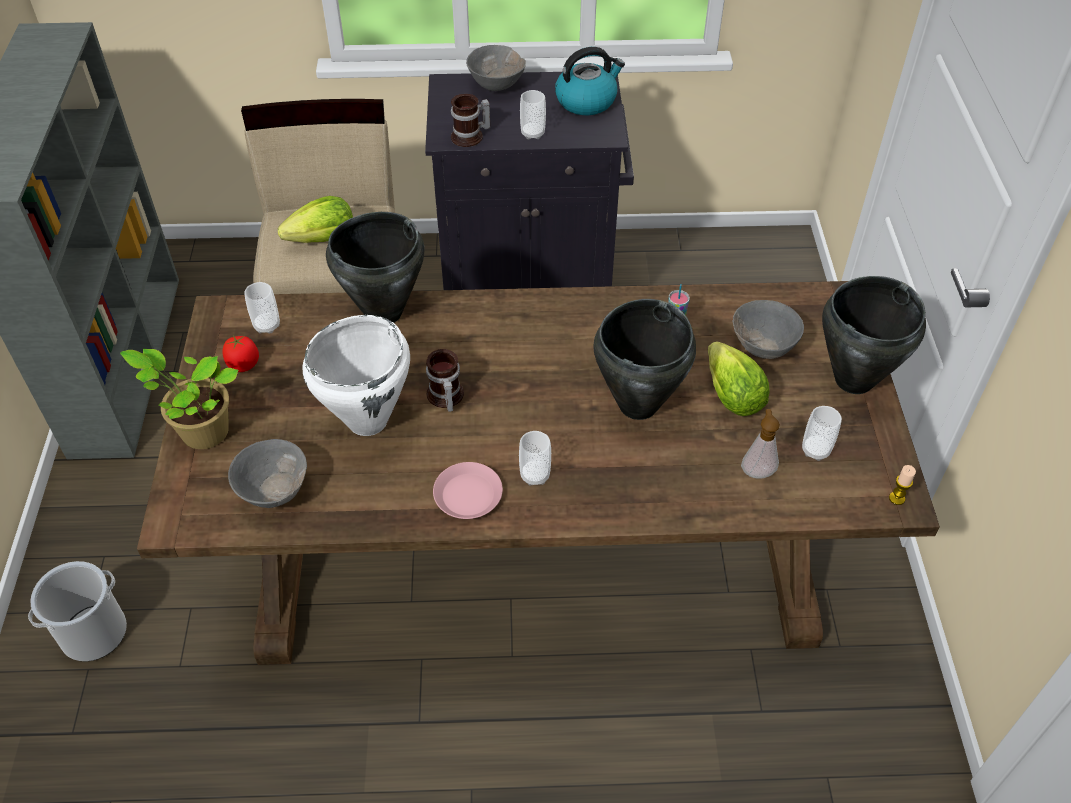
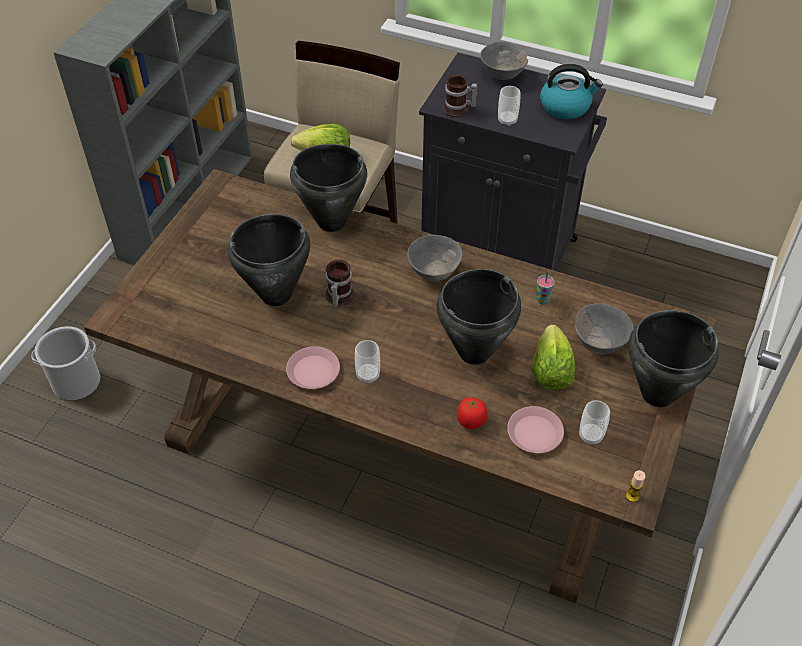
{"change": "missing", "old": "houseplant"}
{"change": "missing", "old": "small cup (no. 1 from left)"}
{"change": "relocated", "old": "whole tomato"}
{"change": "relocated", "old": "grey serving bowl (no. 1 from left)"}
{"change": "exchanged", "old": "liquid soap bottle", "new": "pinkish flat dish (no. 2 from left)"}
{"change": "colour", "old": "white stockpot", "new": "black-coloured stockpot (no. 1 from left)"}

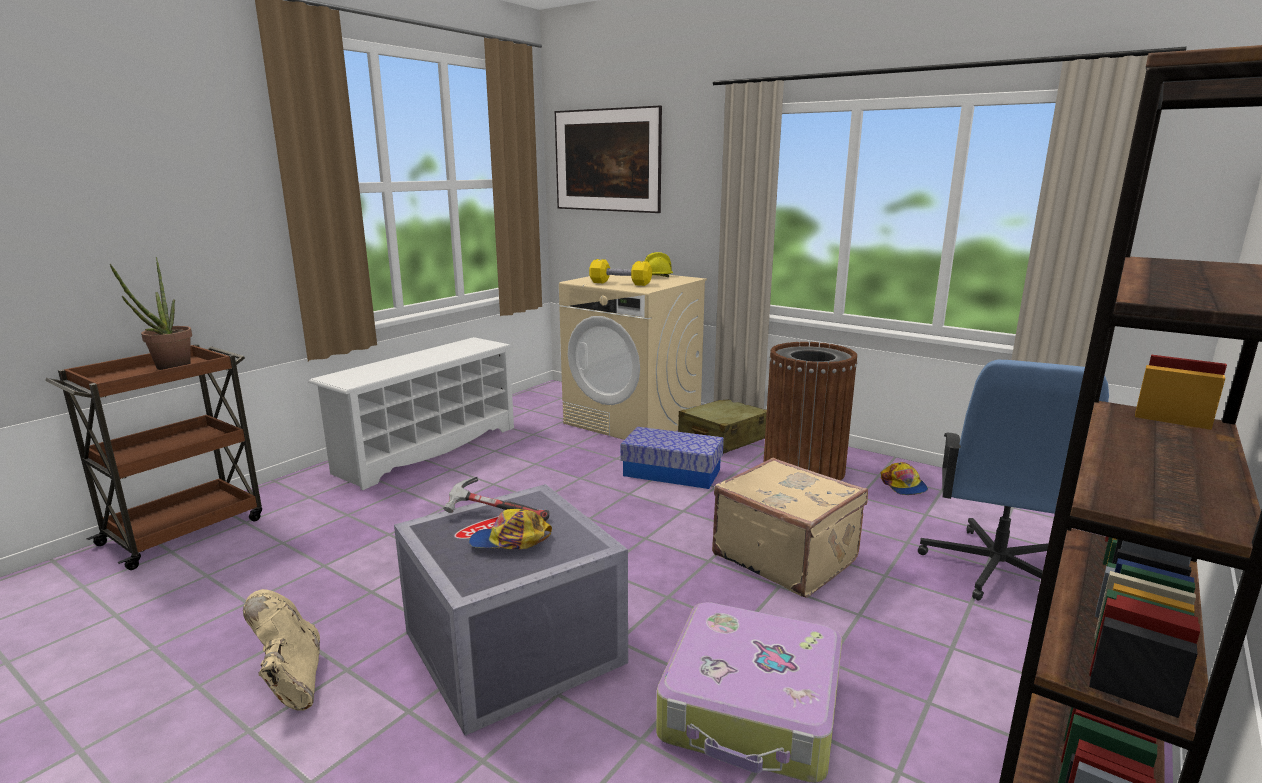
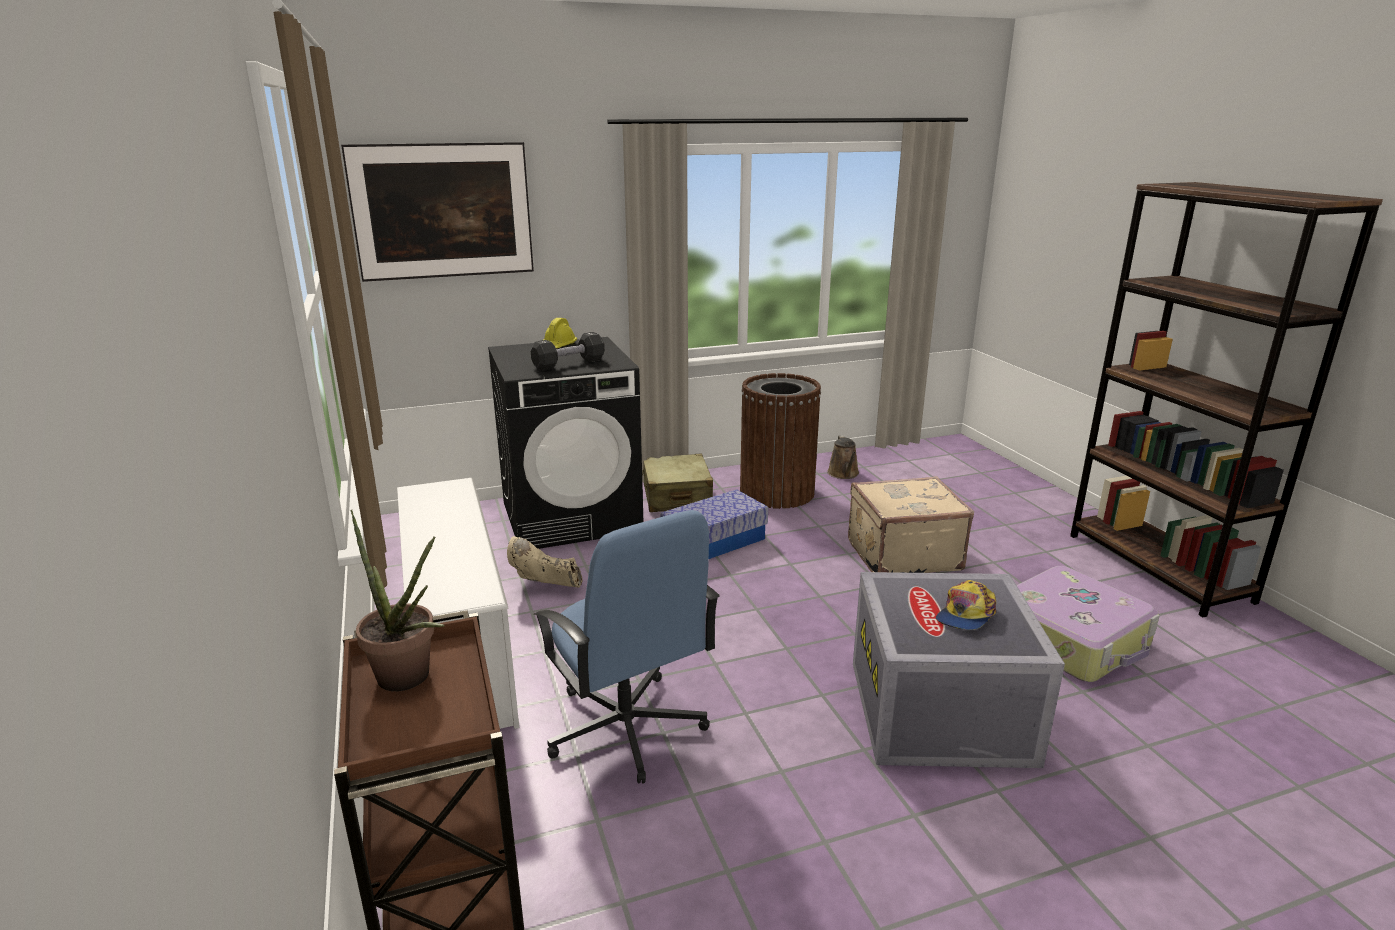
{"change": "missing", "old": "tool hammer"}
{"change": "relocated", "old": "beige boot"}
{"change": "relocated", "old": "blue computer chair"}
{"change": "exchanged", "old": "peaked cap (no. 2 from left)", "new": "brown watering pot"}
{"change": "colour", "old": "beige washing machine", "new": "black-coloured washing machine"}
{"change": "colour", "old": "yellow free weight", "new": "black-coloured free weight"}

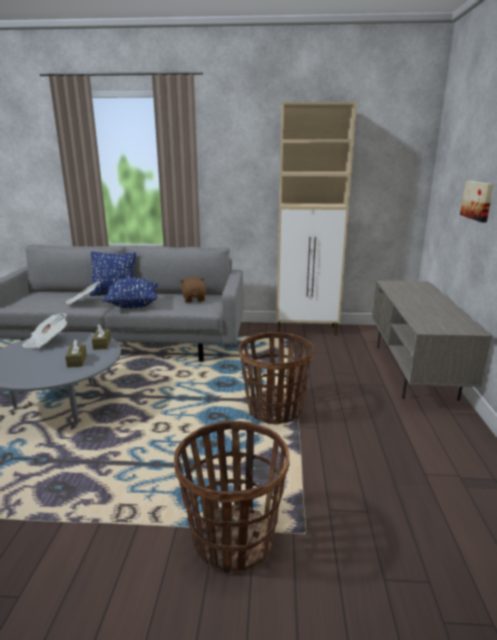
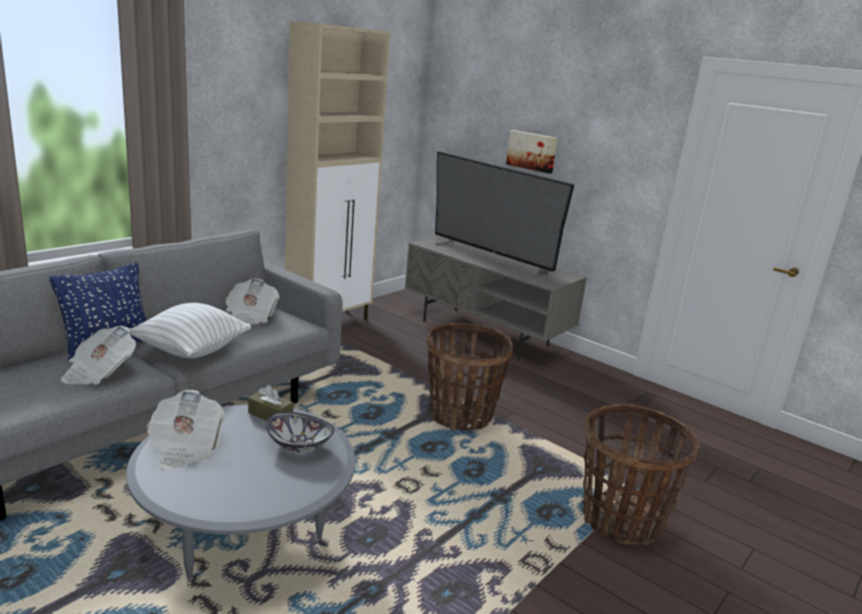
{"change": "appeared", "new": "TV"}
{"change": "exchanged", "old": "brown tissue box (no. 1 from left)", "new": "serving bowl"}
{"change": "exchanged", "old": "brown plush toy", "new": "newspaper (no. 3 from left)"}
{"change": "colour", "old": "blue throw pillow (no. 2 from left)", "new": "white throw pillow"}

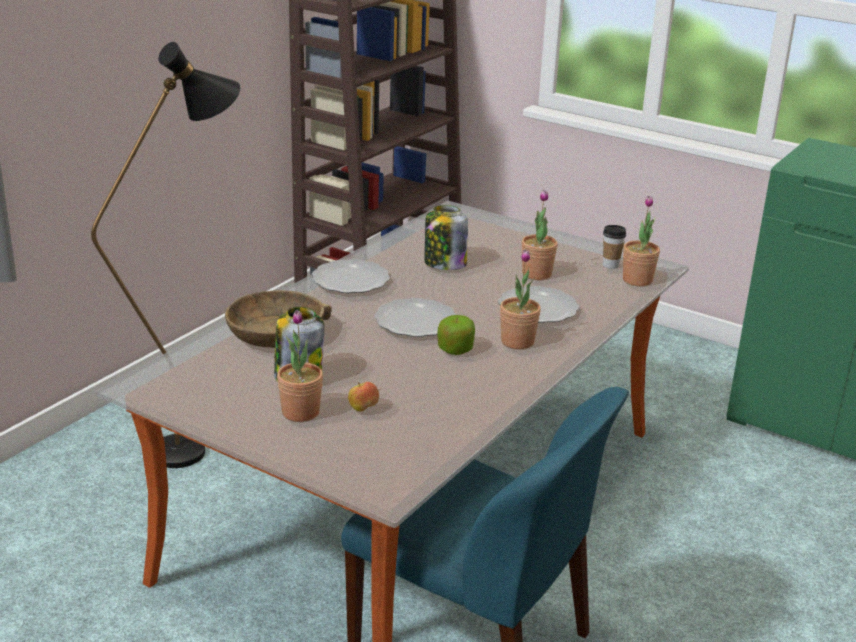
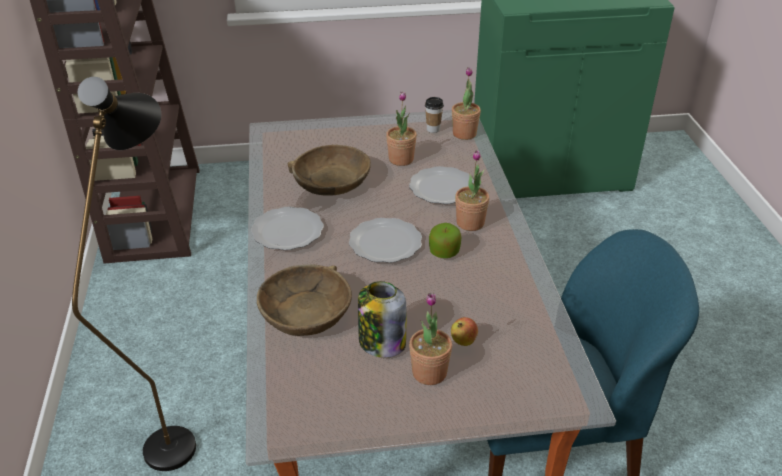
{"change": "exchanged", "old": "jar (no. 2 from left)", "new": "brown serving bowl (no. 2 from left)"}

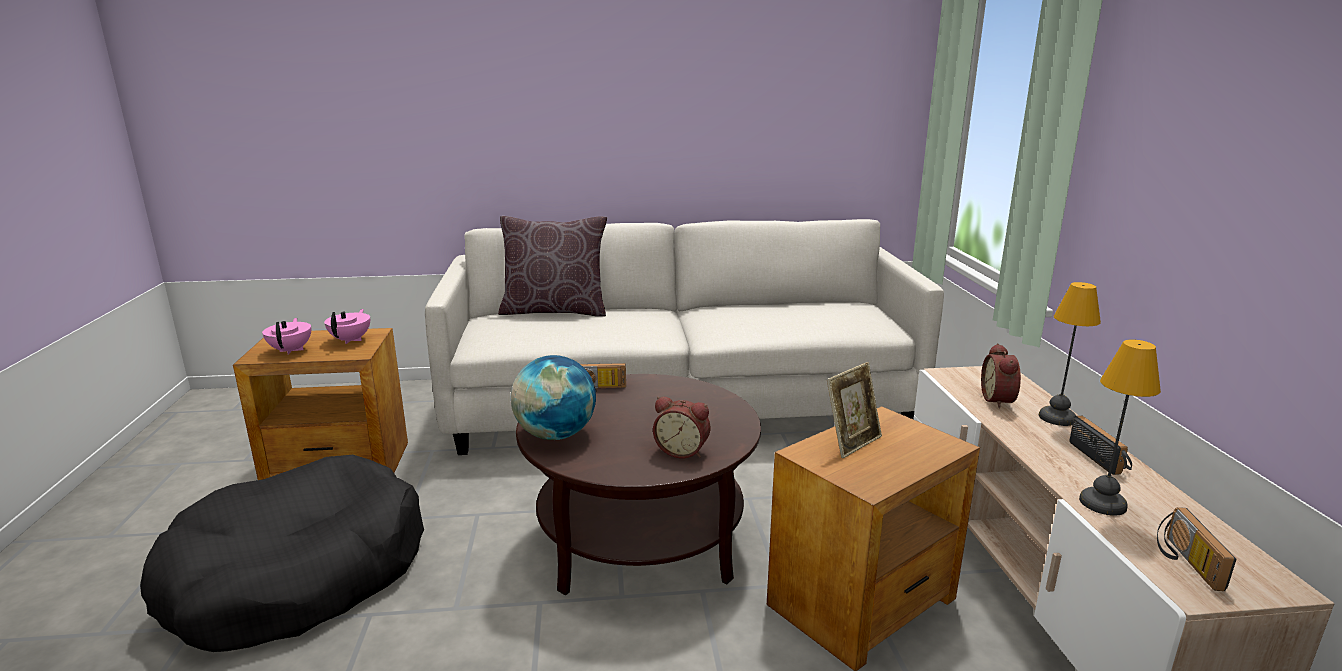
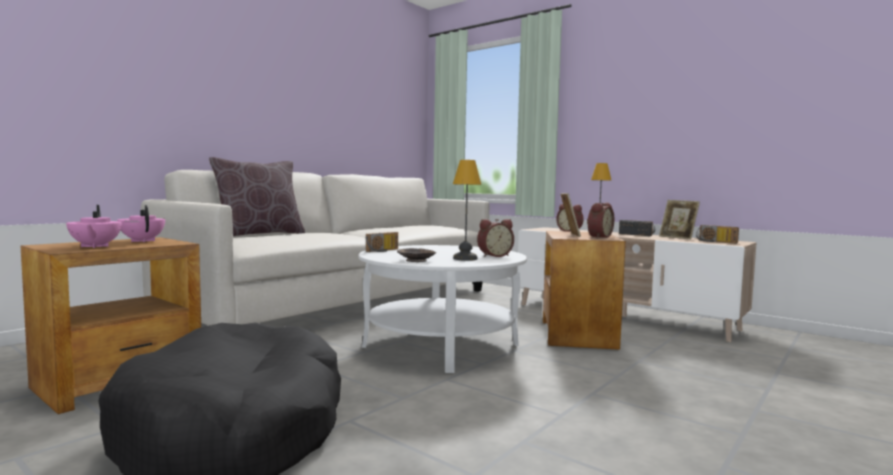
{"change": "appeared", "new": "table clock (no. 3 from left)"}
{"change": "appeared", "new": "standing frame (no. 2 from left)"}
{"change": "relocated", "old": "lamp for a table (no. 2 from left in the first image)", "new": "lamp for a table (no. 1 from left)"}
{"change": "exchanged", "old": "globe", "new": "brown serving bowl"}
{"change": "colour", "old": "brown coffee table", "new": "white coffee table"}
{"change": "spun", "old": "pinkish pot for tea (no. 1 from left)", "degrees": -150}

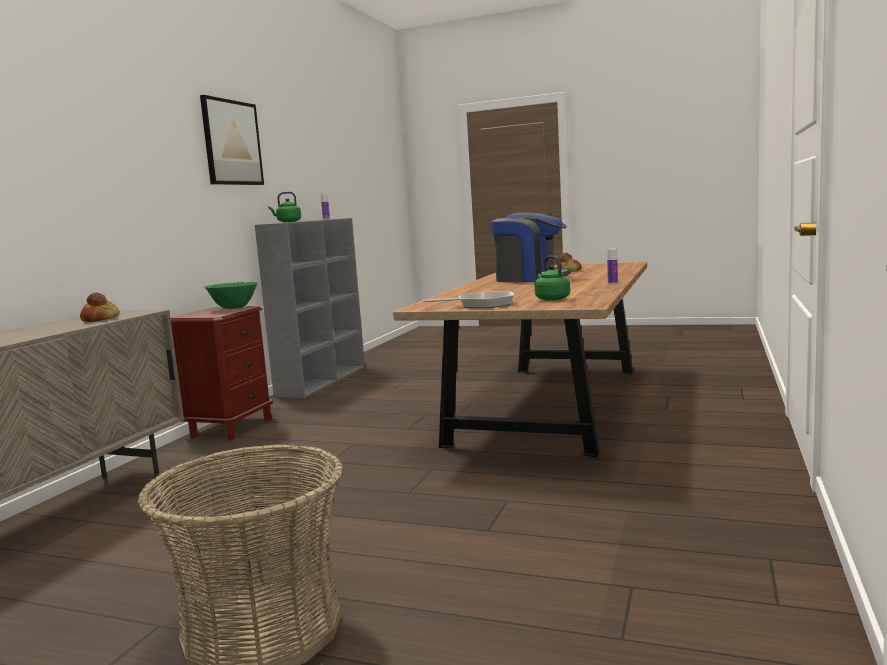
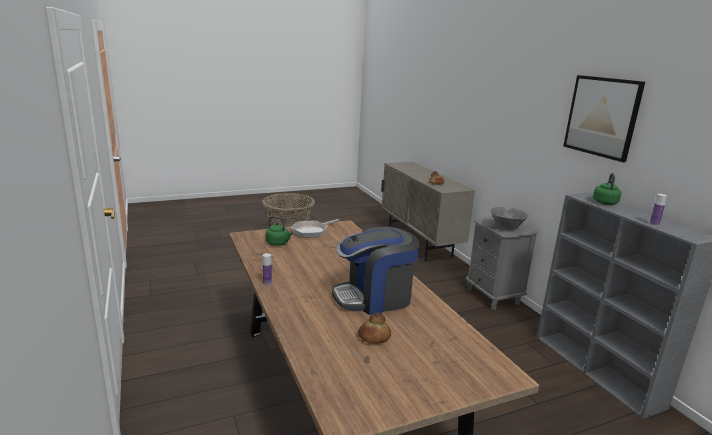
{"change": "colour", "old": "brown bedside table", "new": "grey bedside table"}
{"change": "colour", "old": "green-coloured serving bowl", "new": "grey serving bowl"}

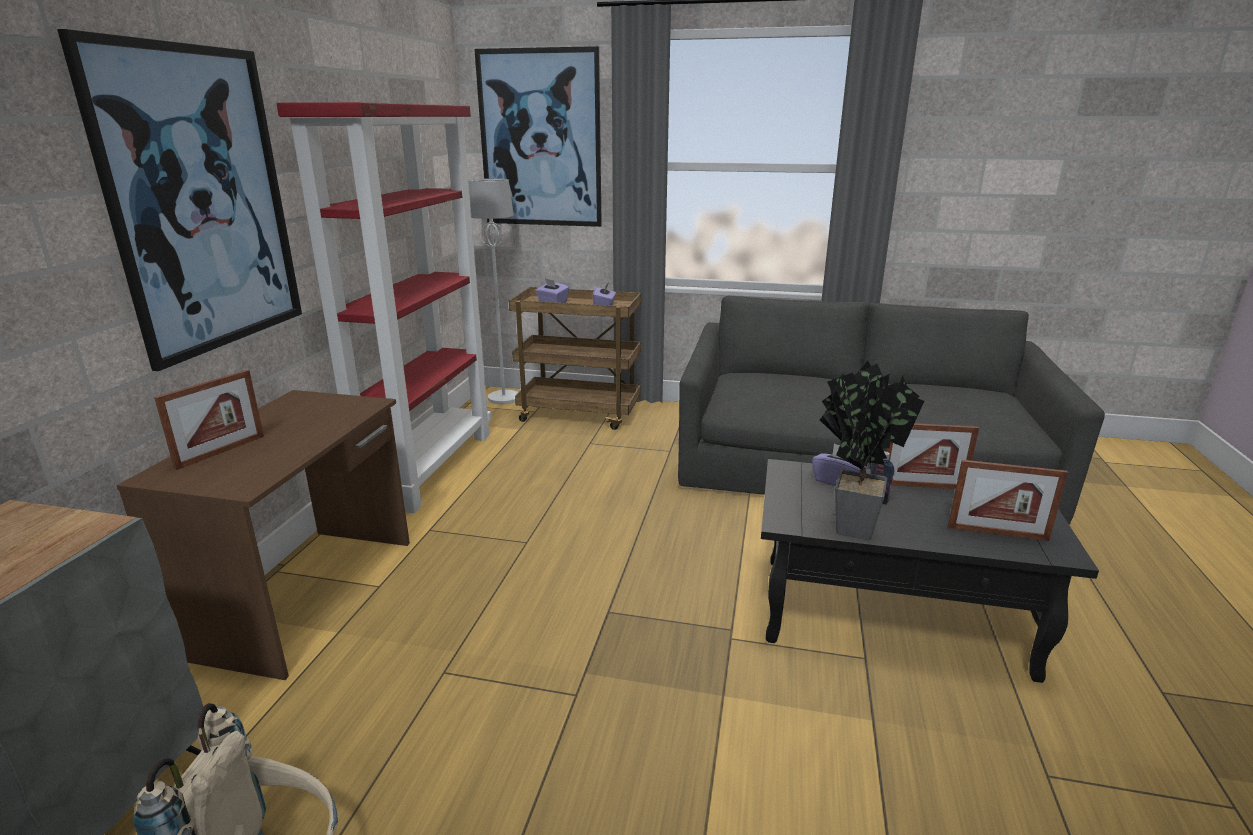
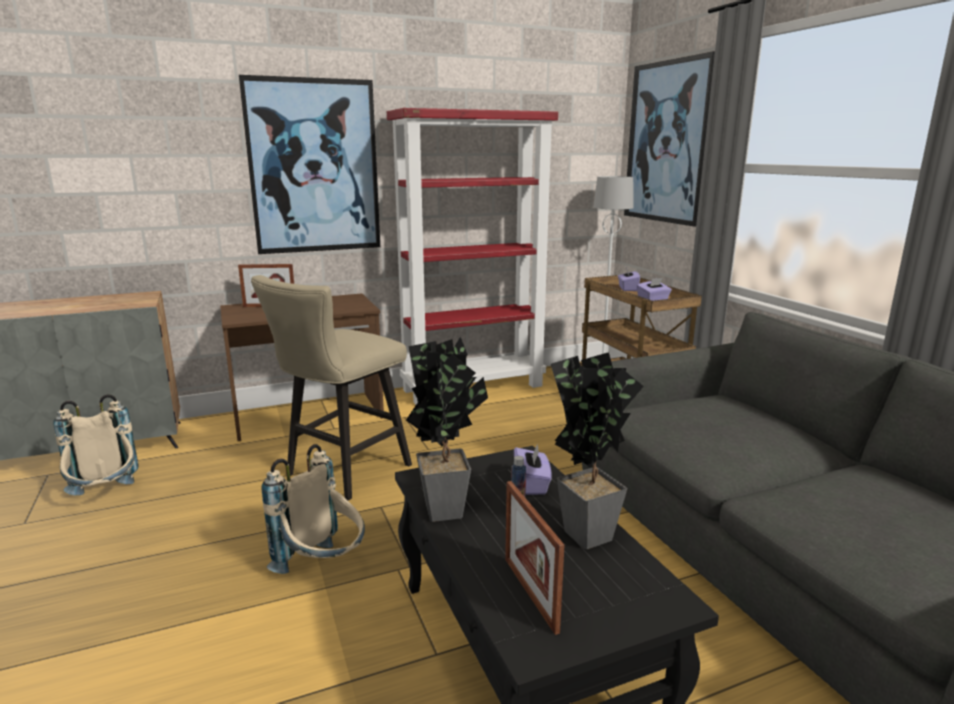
{"change": "appeared", "new": "beige stool seat"}
{"change": "appeared", "new": "beige rucksack (no. 2 from left)"}
{"change": "exchanged", "old": "standing frame (no. 2 from left)", "new": "houseplant (no. 2 from left)"}

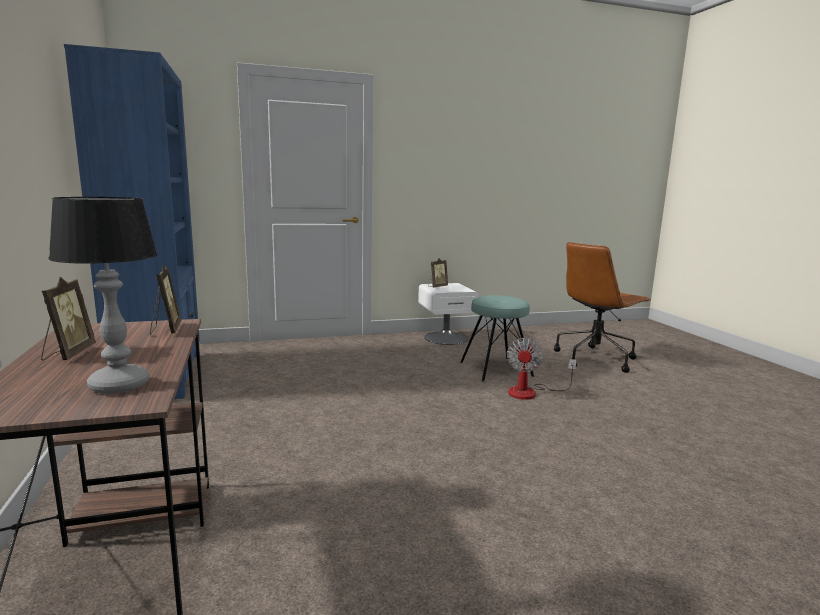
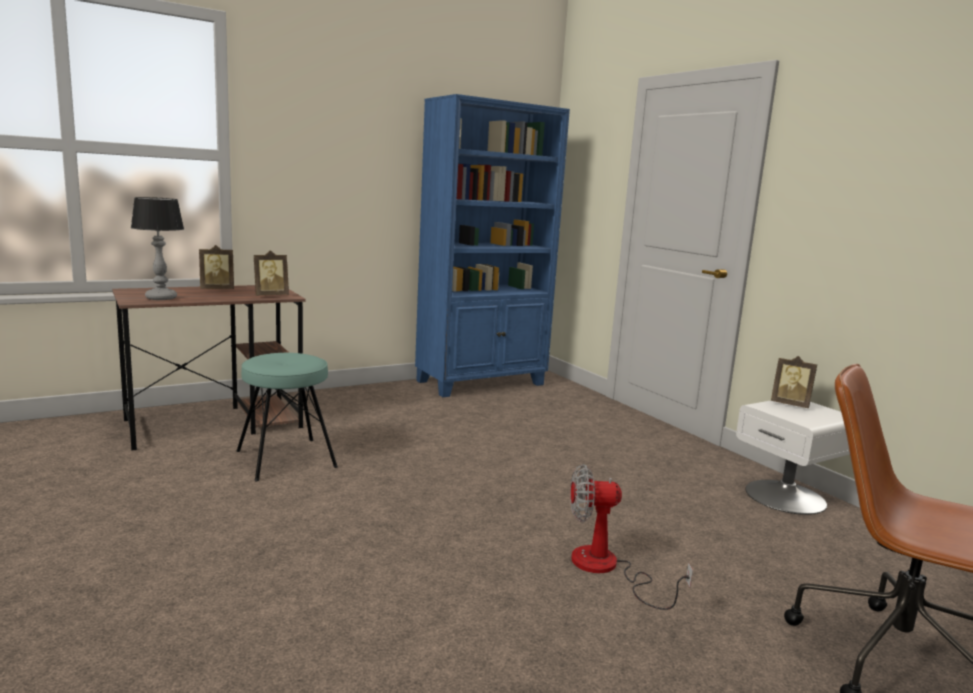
{"change": "relocated", "old": "turquoise stool seat"}

